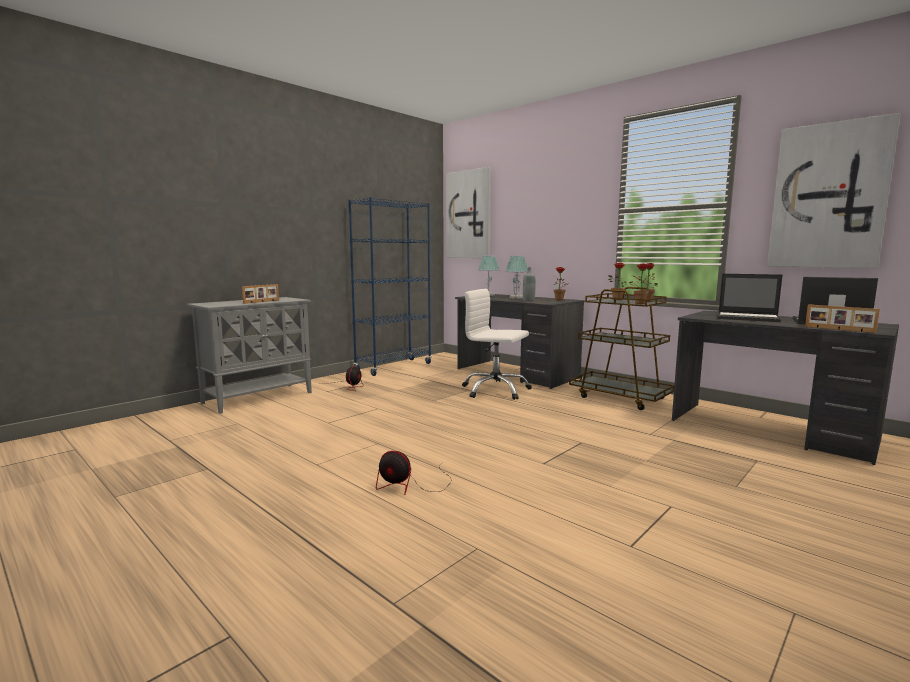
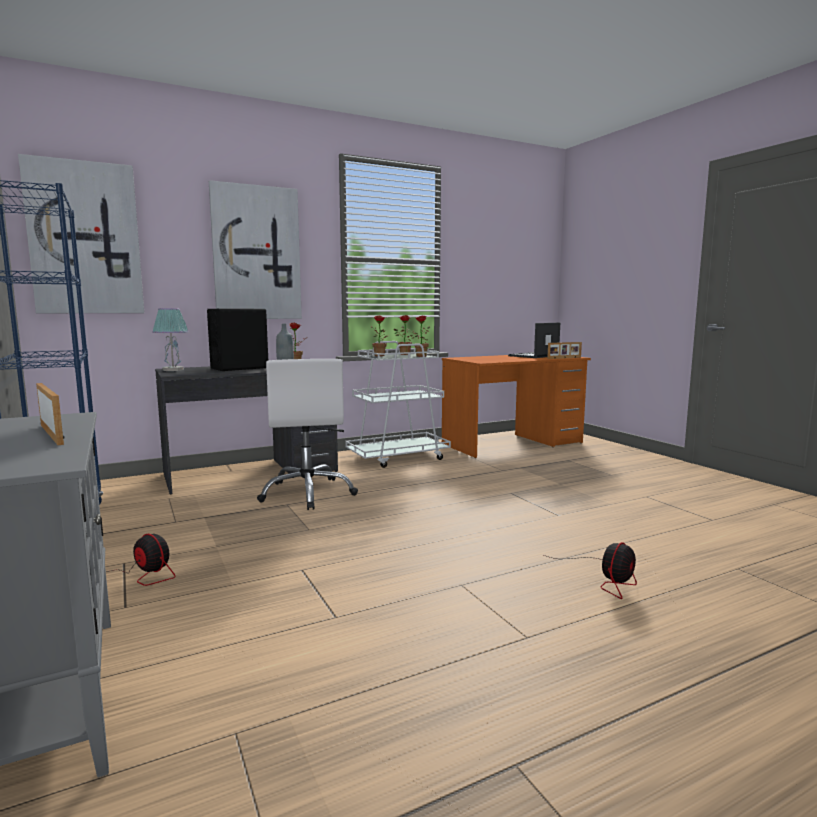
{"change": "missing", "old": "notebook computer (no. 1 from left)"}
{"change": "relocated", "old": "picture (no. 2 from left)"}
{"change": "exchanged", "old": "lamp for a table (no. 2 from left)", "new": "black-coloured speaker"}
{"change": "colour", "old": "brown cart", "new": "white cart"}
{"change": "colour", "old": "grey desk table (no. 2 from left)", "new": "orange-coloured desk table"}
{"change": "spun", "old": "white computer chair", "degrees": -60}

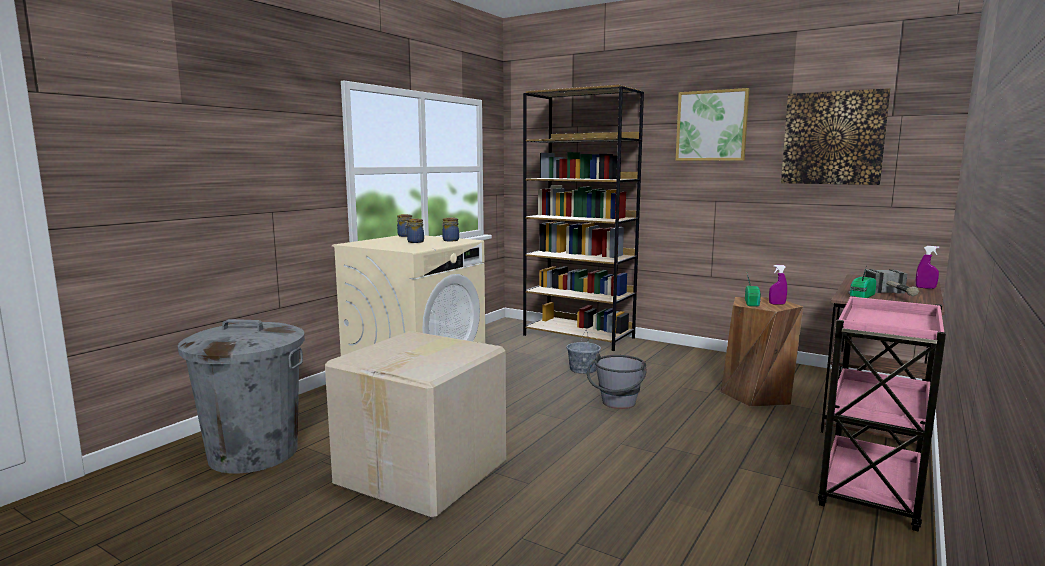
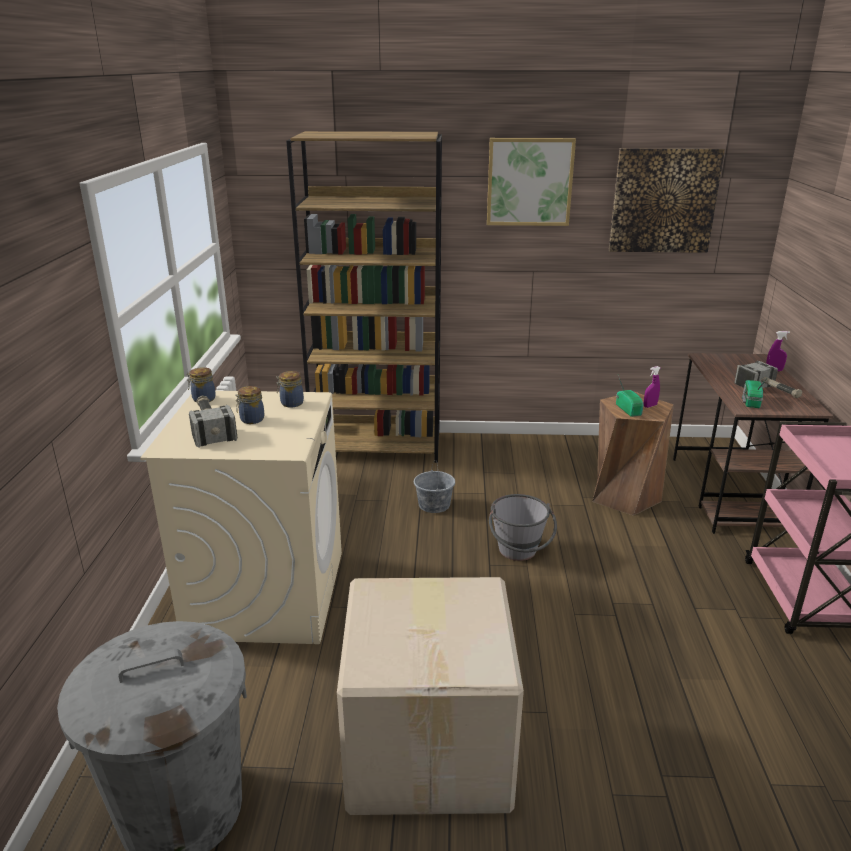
{"change": "appeared", "new": "tool hammer (no. 1 from left)"}

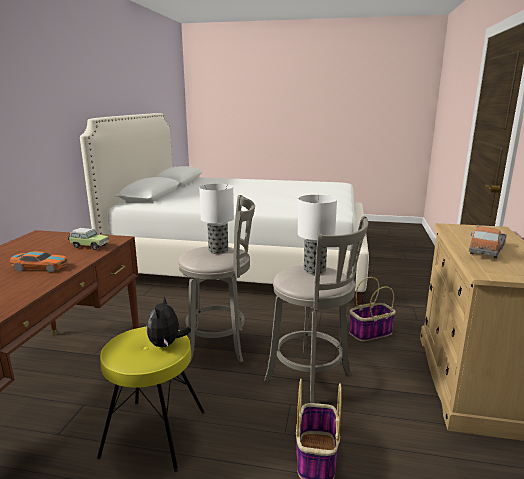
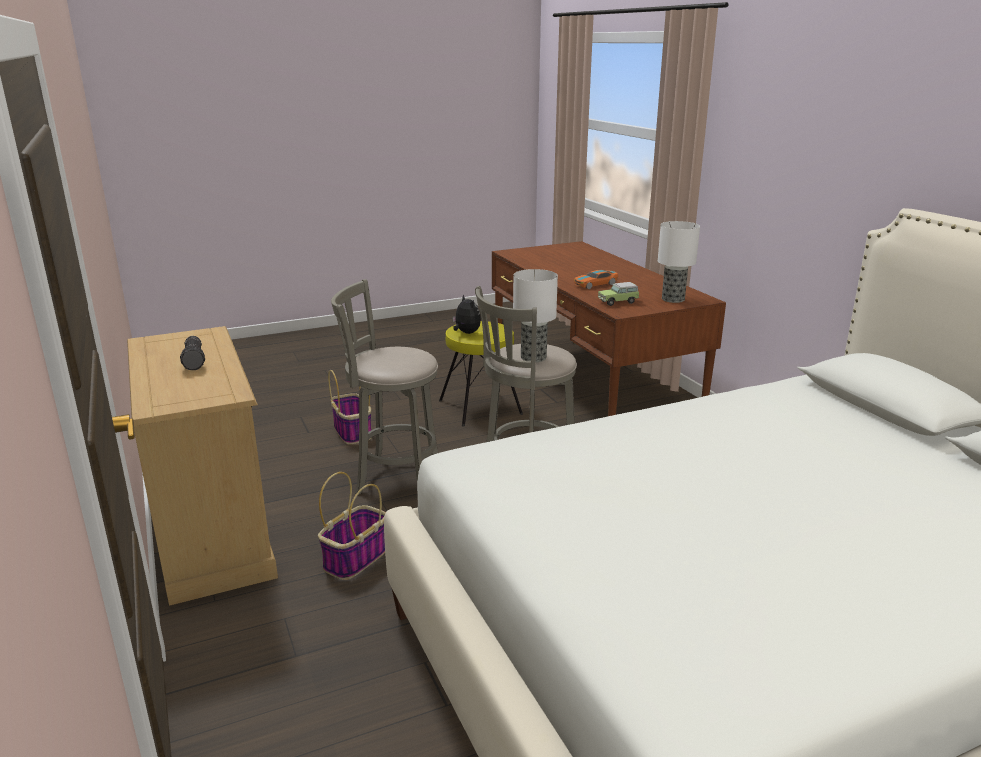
{"change": "relocated", "old": "lamp for a table (no. 2 from left)"}
{"change": "exchanged", "old": "toy truck", "new": "flashlight"}

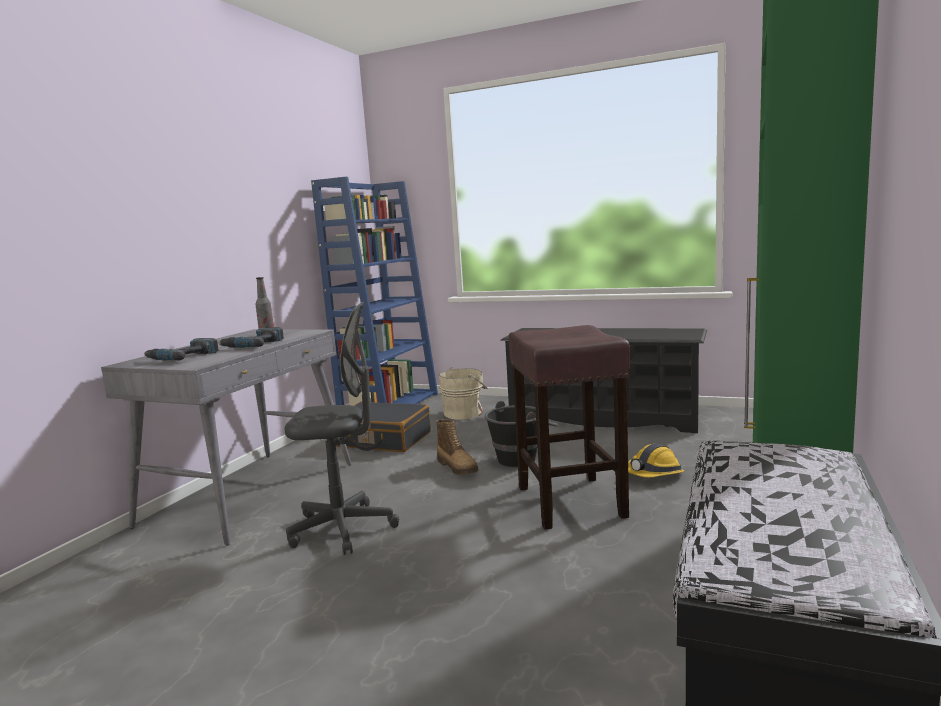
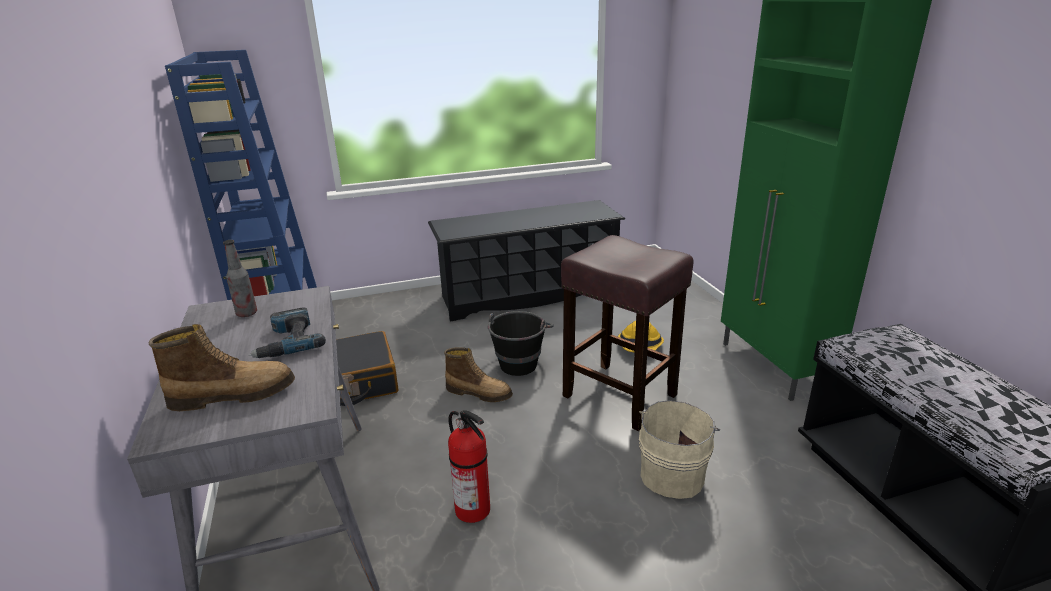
{"change": "relocated", "old": "beige pail"}
{"change": "exchanged", "old": "drill (no. 1 from left)", "new": "boot (no. 1 from left)"}
{"change": "exchanged", "old": "grey computer chair", "new": "fire-fighting cylinder"}

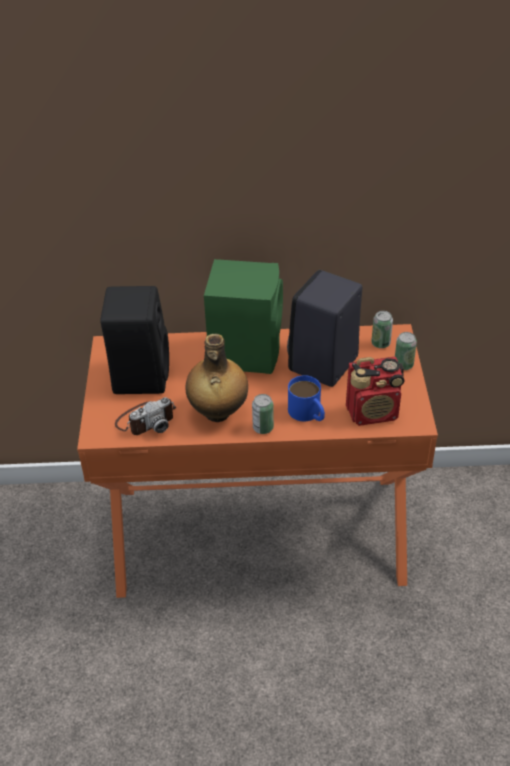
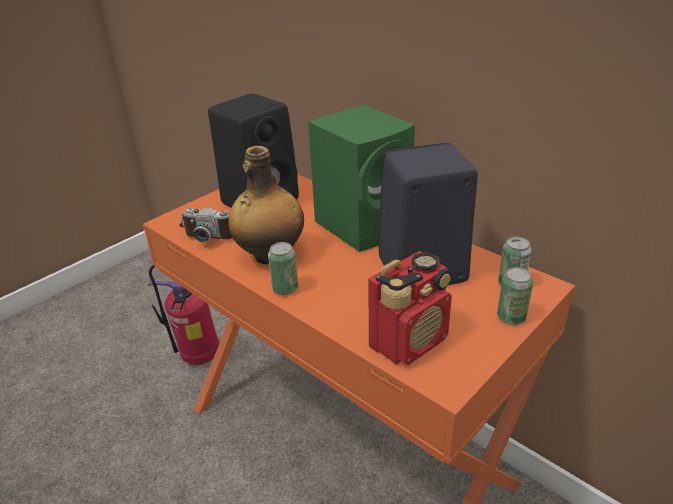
{"change": "missing", "old": "blue mug"}
{"change": "appeared", "new": "fire-fighting cylinder"}
{"change": "spun", "old": "radio set", "degrees": -75}

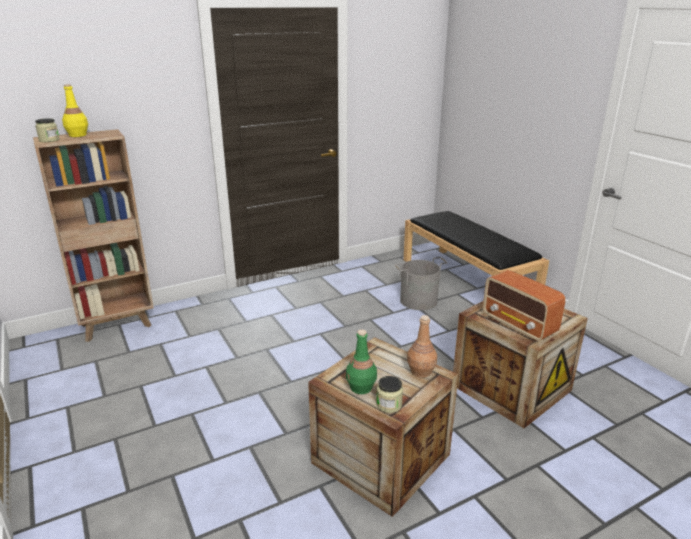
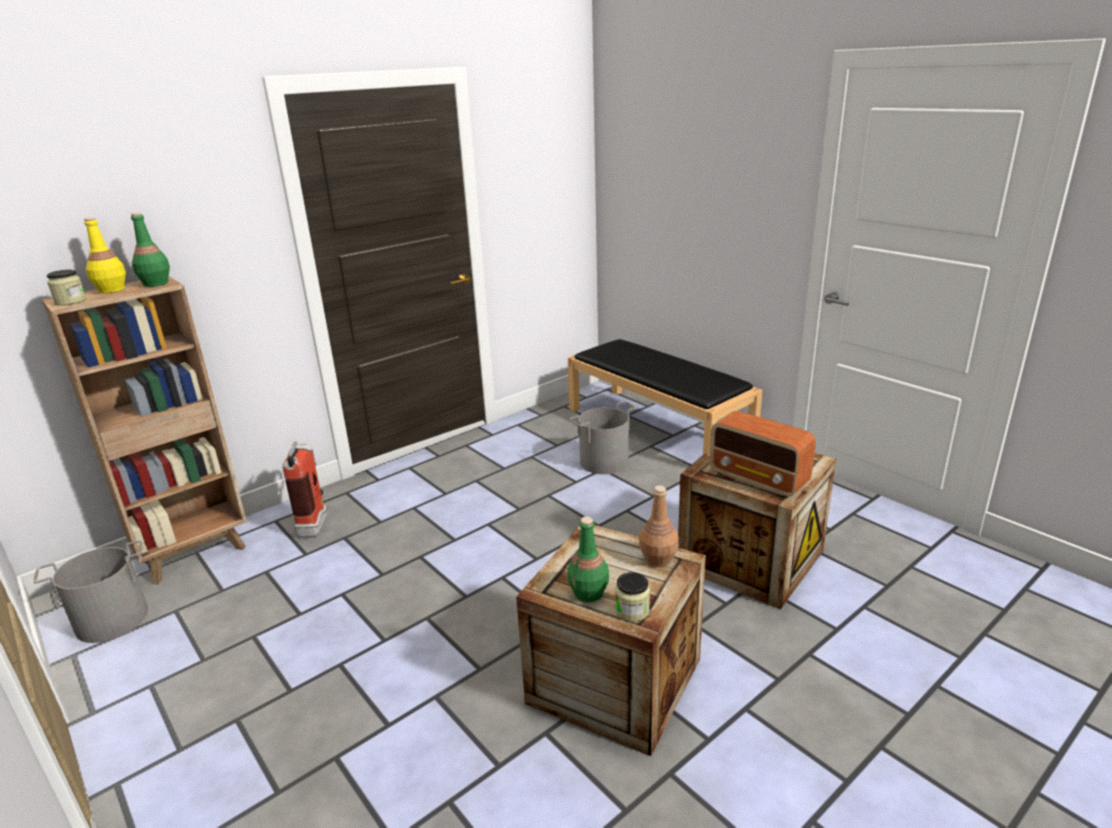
{"change": "appeared", "new": "grey pail (no. 1 from left)"}
{"change": "appeared", "new": "green-coloured beverage bottle (no. 1 from left)"}
{"change": "appeared", "new": "fire-fighting cylinder"}

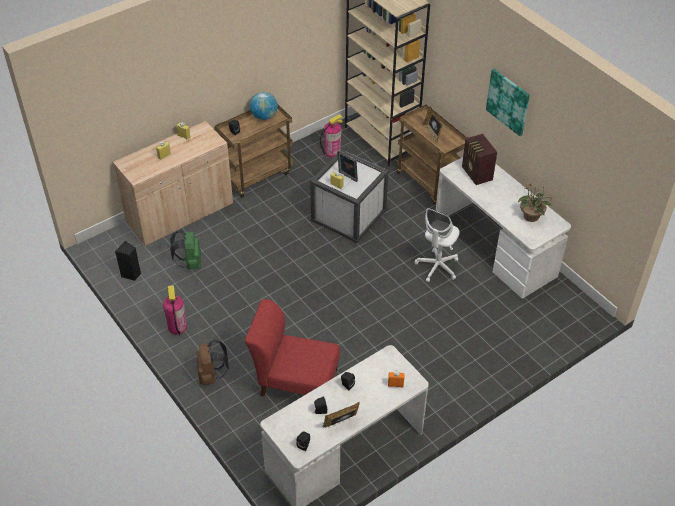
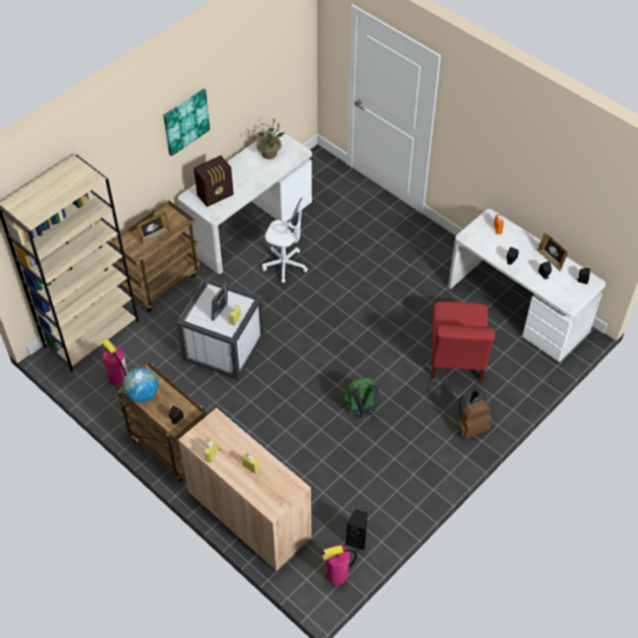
{"change": "relocated", "old": "fire-fighting cylinder (no. 1 from left in the first image)", "new": "fire-fighting cylinder (no. 2 from left)"}
{"change": "relocated", "old": "green-coloured rucksack"}

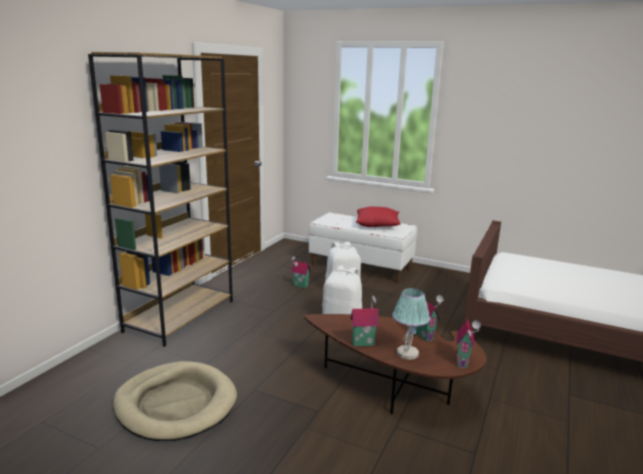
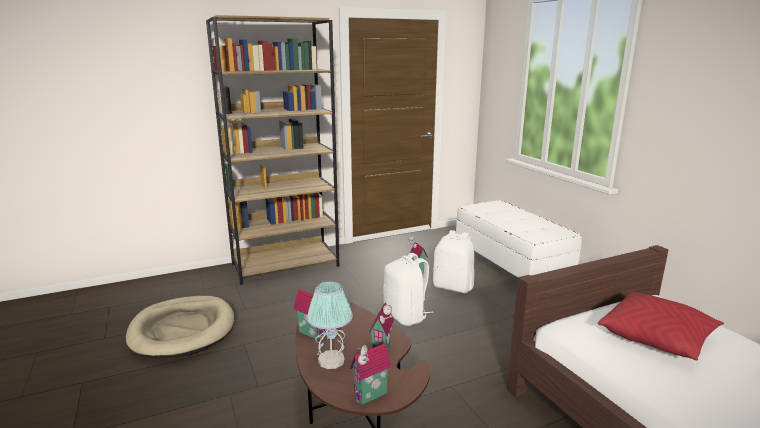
{"change": "relocated", "old": "red throw pillow"}

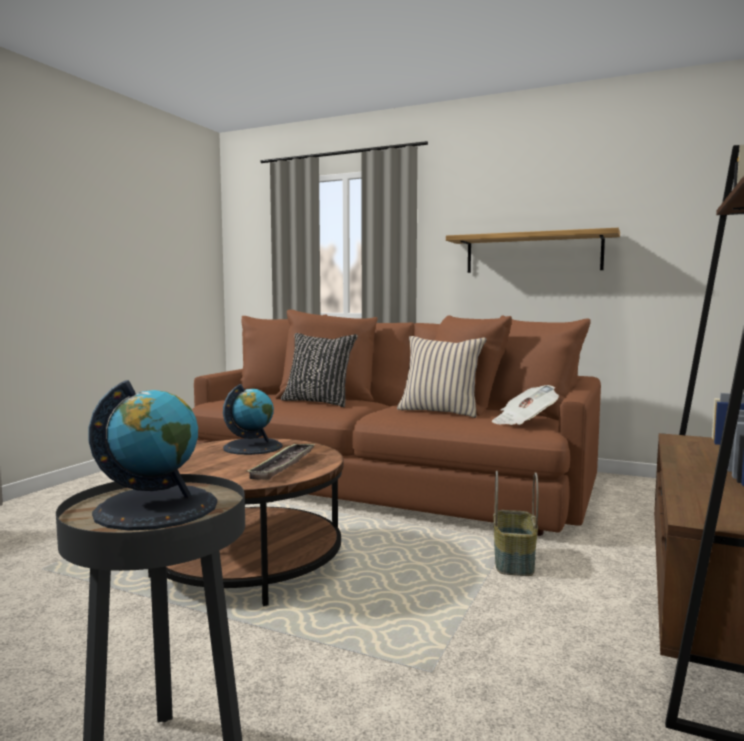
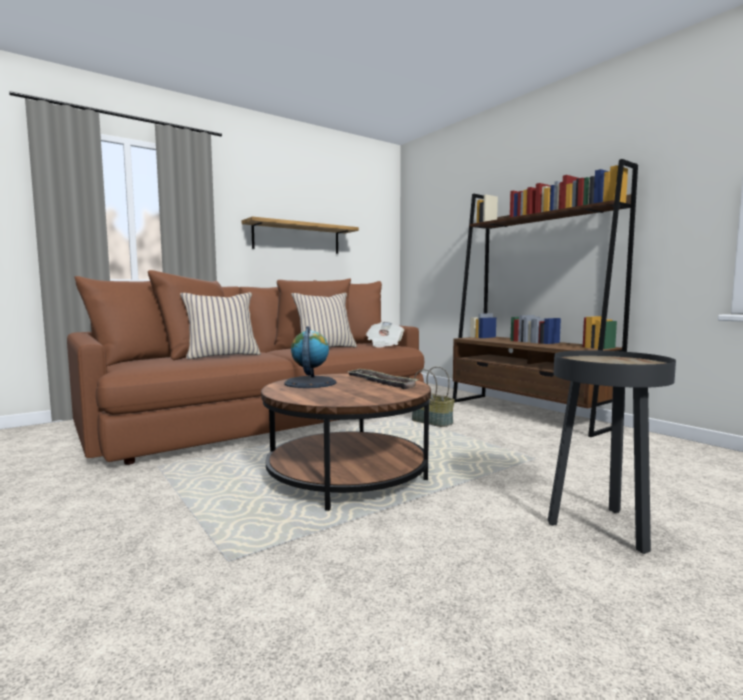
{"change": "missing", "old": "globe (no. 1 from left)"}
{"change": "colour", "old": "black-coloured throw pillow", "new": "beige throw pillow (no. 1 from left)"}

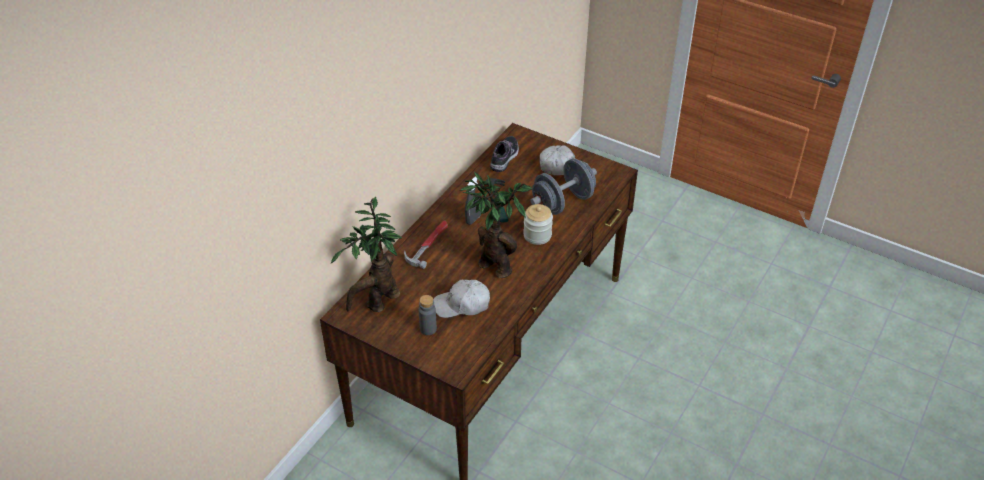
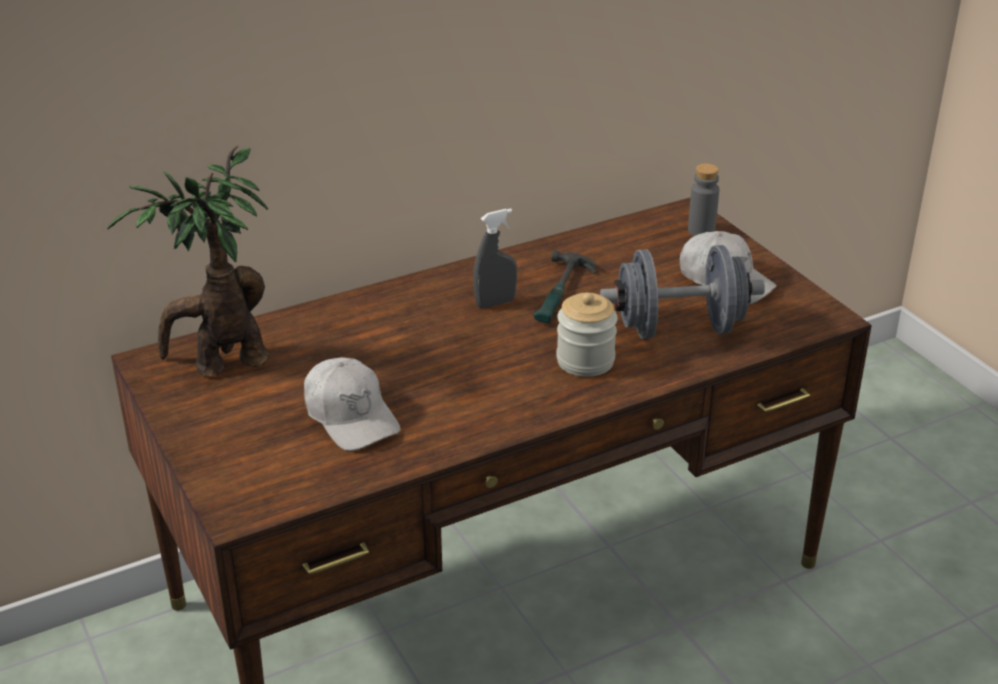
{"change": "missing", "old": "tool hammer (no. 1 from left)"}
{"change": "missing", "old": "houseplant (no. 2 from left)"}
{"change": "missing", "old": "shoe"}
{"change": "relocated", "old": "grey beverage bottle"}
{"change": "spun", "old": "white peaked cap (no. 1 from left)", "degrees": -150}

